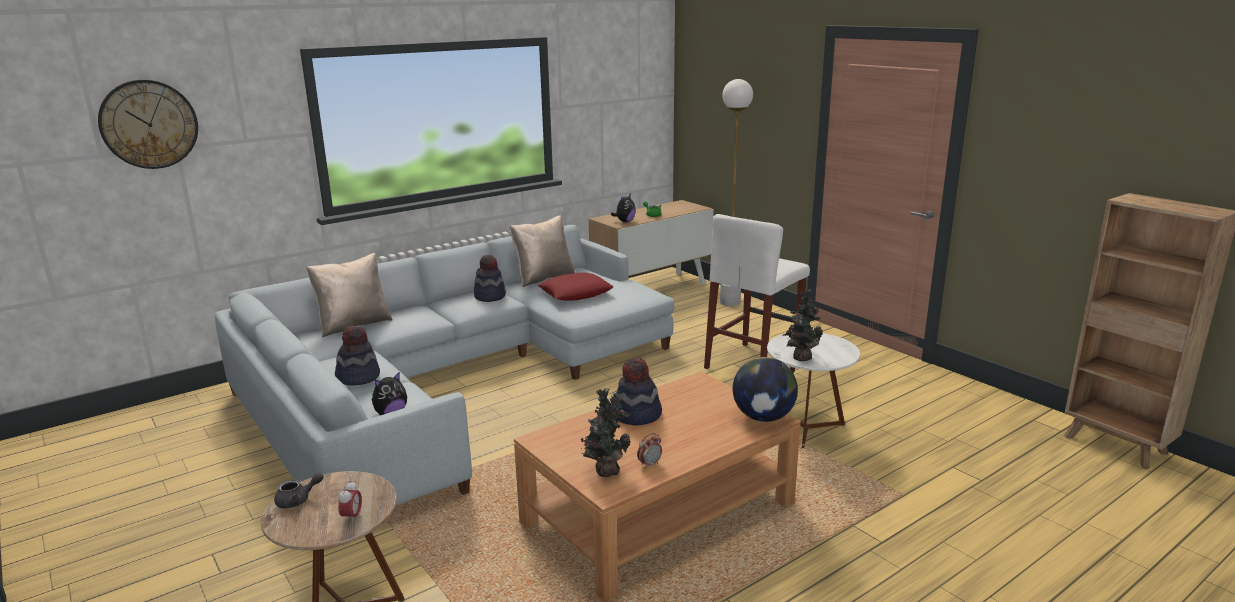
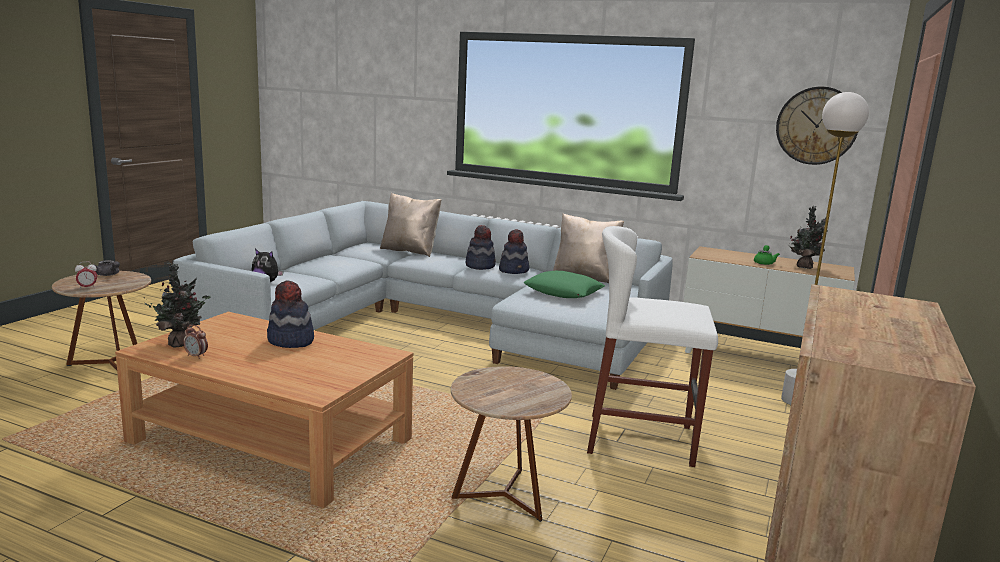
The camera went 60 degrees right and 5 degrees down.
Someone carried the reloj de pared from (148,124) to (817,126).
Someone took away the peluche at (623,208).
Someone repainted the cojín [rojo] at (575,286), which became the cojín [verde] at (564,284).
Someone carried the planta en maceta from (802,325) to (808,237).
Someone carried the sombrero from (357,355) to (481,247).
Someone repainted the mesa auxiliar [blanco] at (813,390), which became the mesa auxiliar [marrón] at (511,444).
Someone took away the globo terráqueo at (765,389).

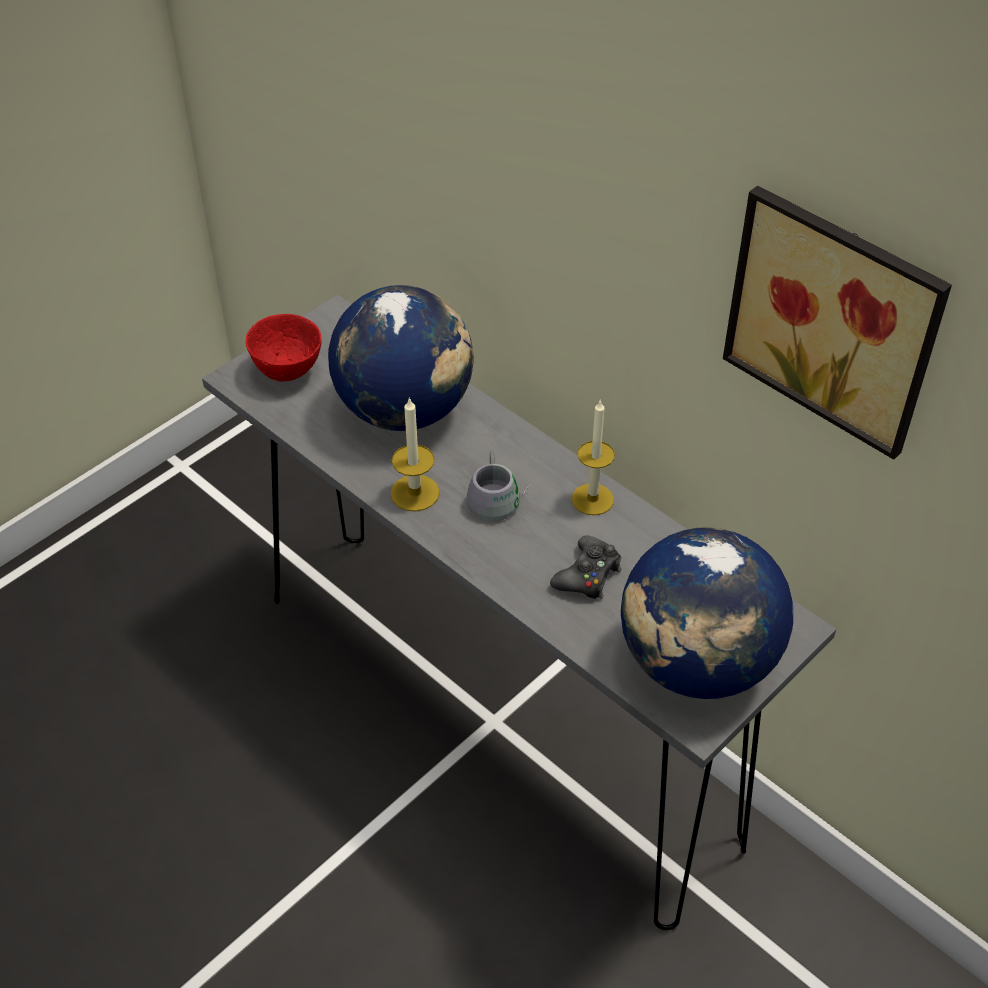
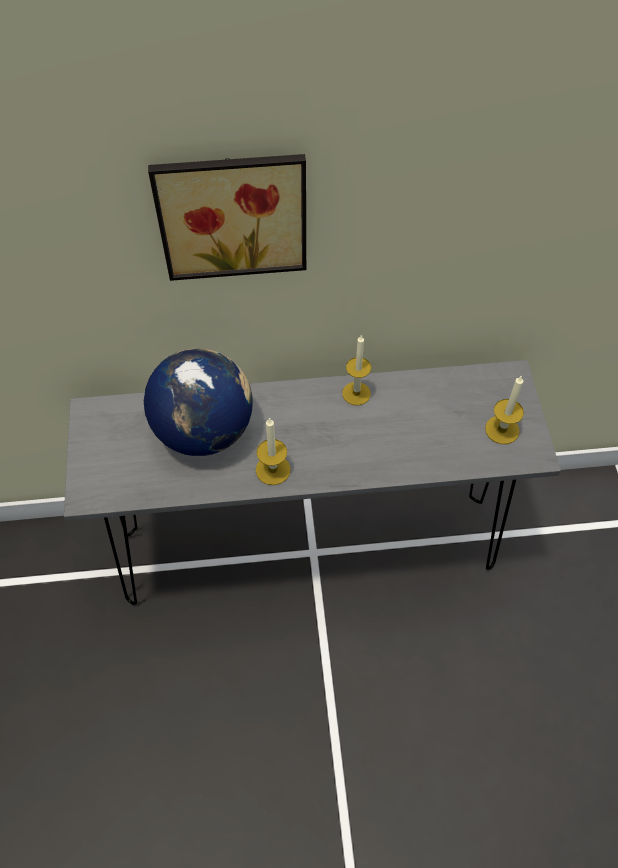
The camera went 50 degrees left and 10 degrees up.
Someone carried the cuadro from (837,323) to (227,217).
Someone took away the cuenco [rojo] at (284,347).
Someone took away the taza grande [gris] at (498,486).
Someone swapped the globo terráqueo at (707,613) for the vela at (504,409).
Someone took away the mando de consola [negro] at (585,567).

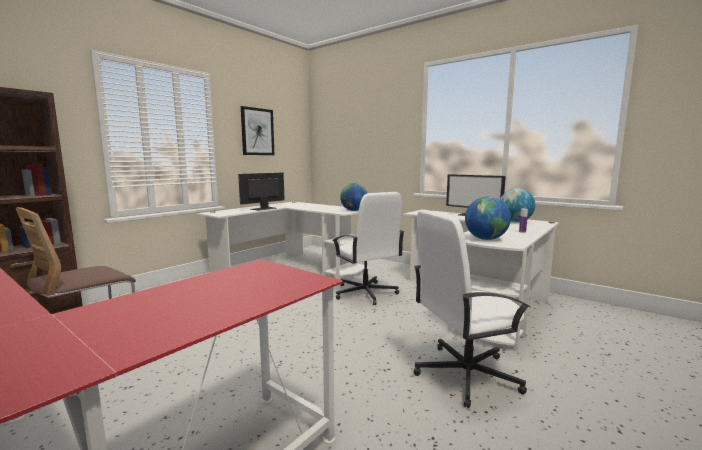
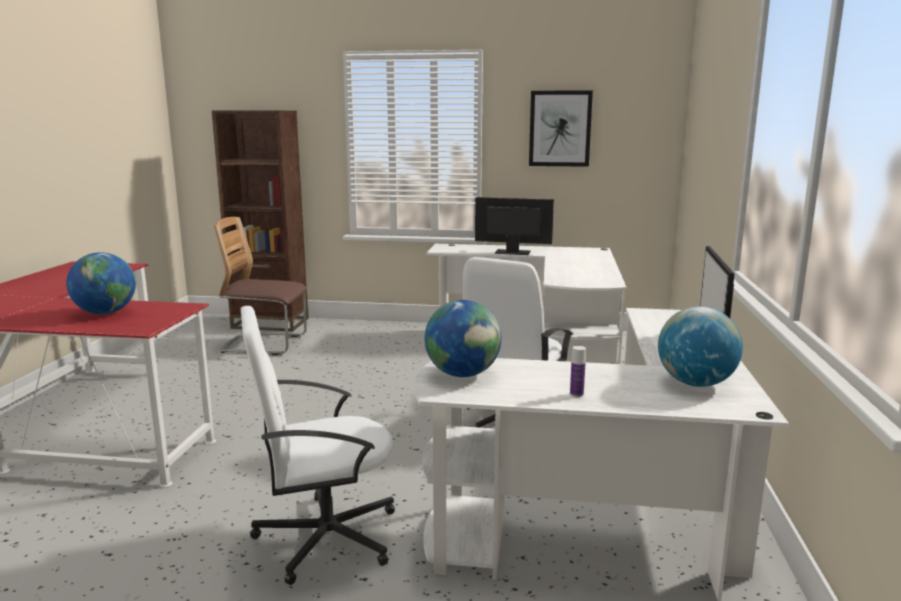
The camera went 60 degrees right and 5 degrees up.
Someone carried the globo terráqueo from (353,197) to (101,283).
Someone rotated the silla de oficina [blanco] at (472,309) by 60 degrees counterclockwise.

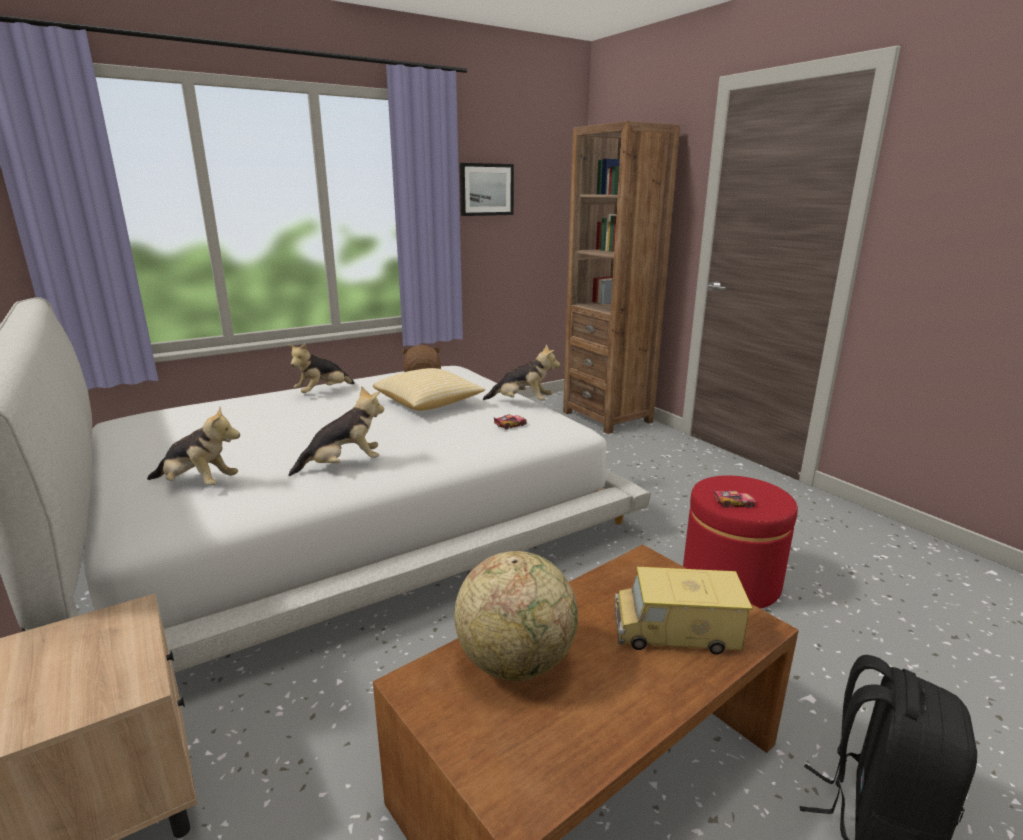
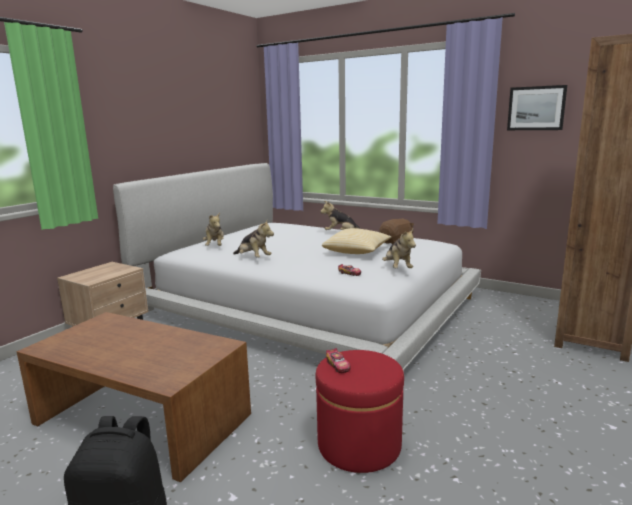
The camera went 65 degrees right and 5 degrees down.
Someone took away the globo terráqueo at (516,616).
Someone took away the camión de juguete at (683,611).

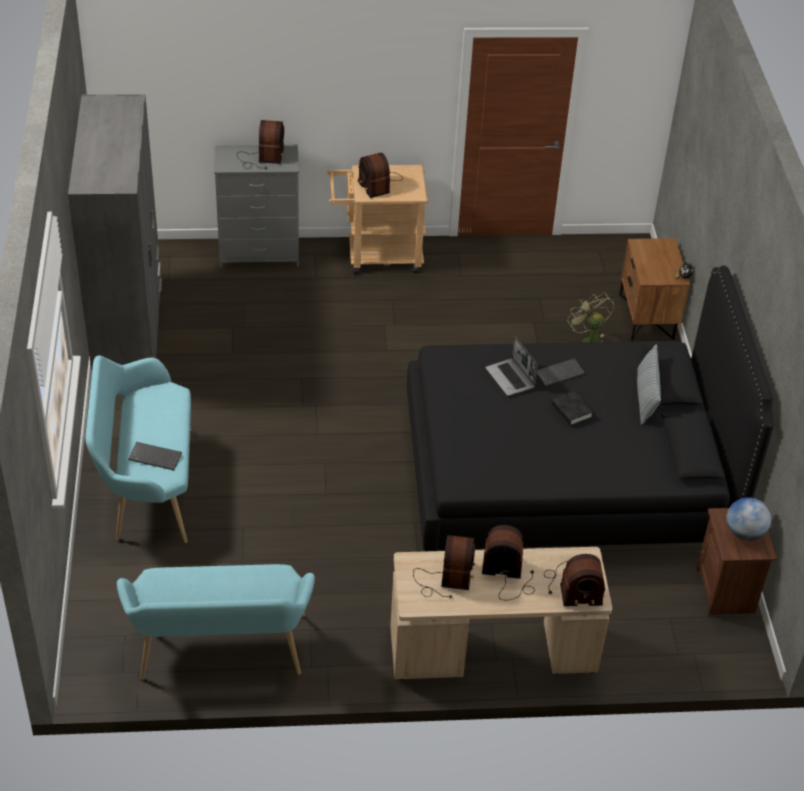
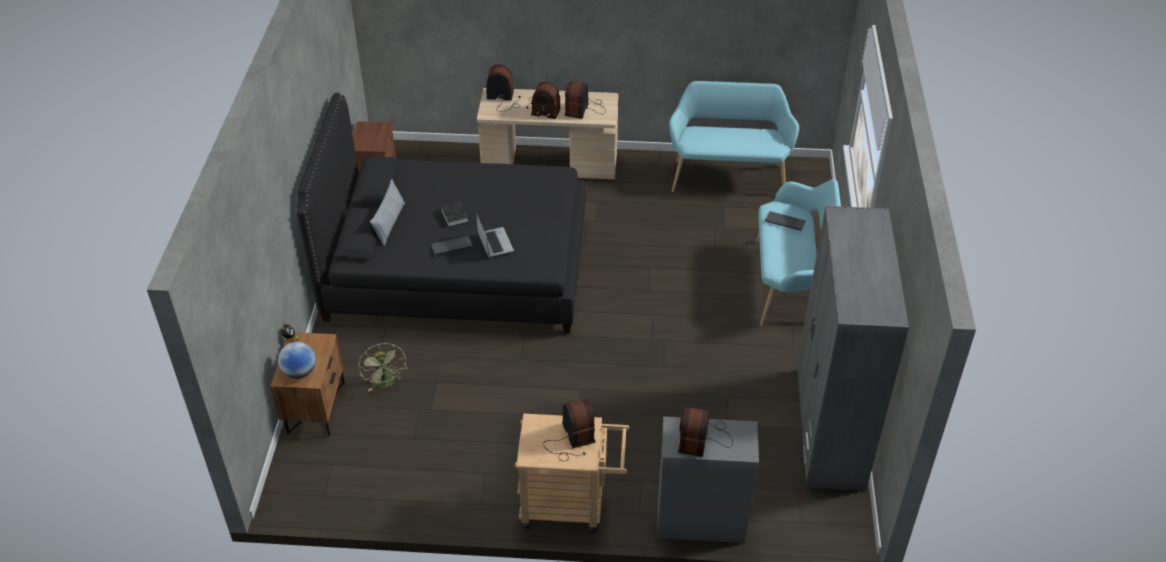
The camera went 170 degrees left and 0 degrees up.
Someone carried the globo terráqueo from (748,519) to (297,360).

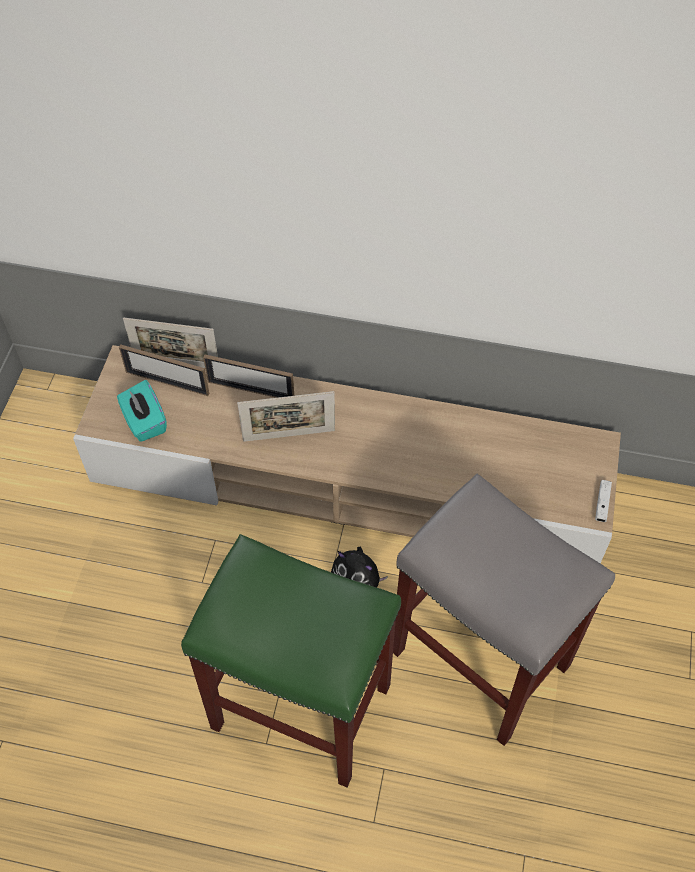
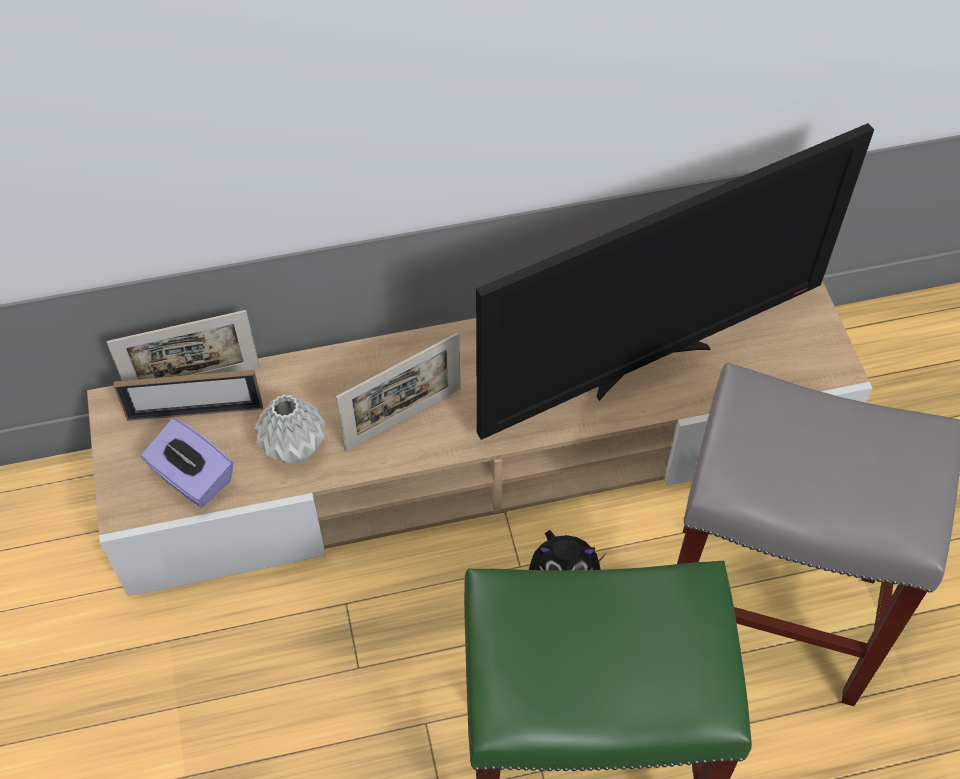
The camera went 25 degrees left and 0 degrees up.
Someone took away the portarretratos at (248,376).
Someone repainted the caja de pañuelos [turquesa] at (142,411), which became the caja de pañuelos [morado] at (187,463).
Someone took away the mando de consola [blanco] at (603,501).
Someone put down the televisor at (675,281).
Someone put down the florero [gris] at (289,429).

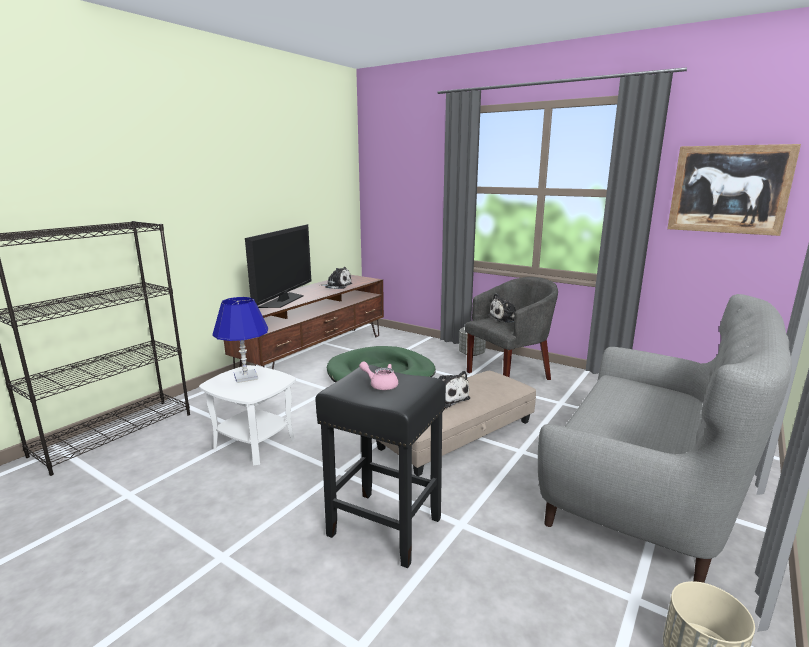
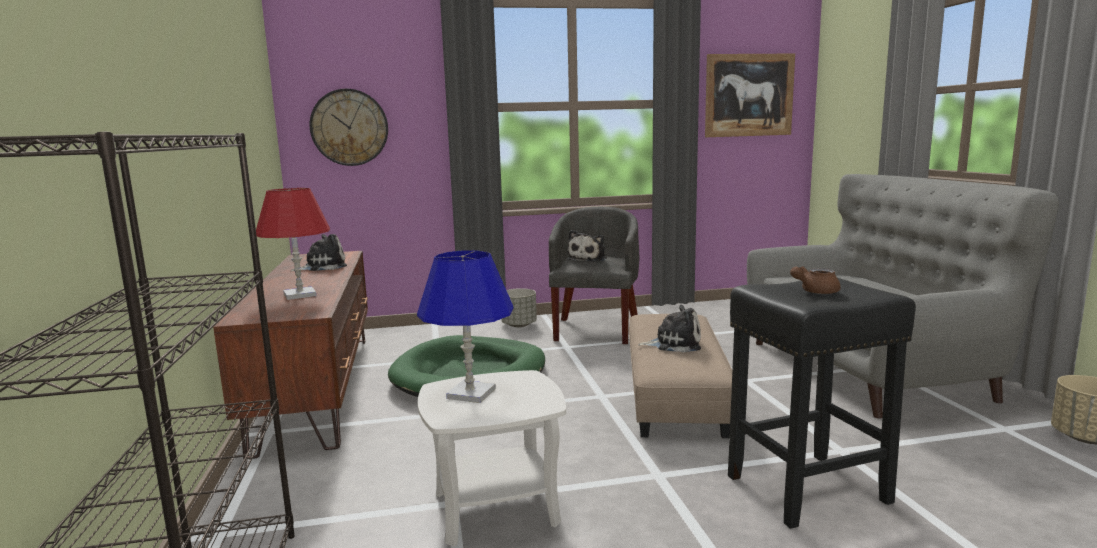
The camera went 45 degrees left and 5 degrees down.
Someone swapped the televisor at (278,266) for the lámpara de mesa [rojo] at (293,244).
Someone repainted the tetera [rosa] at (378,375), which became the tetera [marrón] at (815,280).
Someone put up the reloj de pared at (348,127).

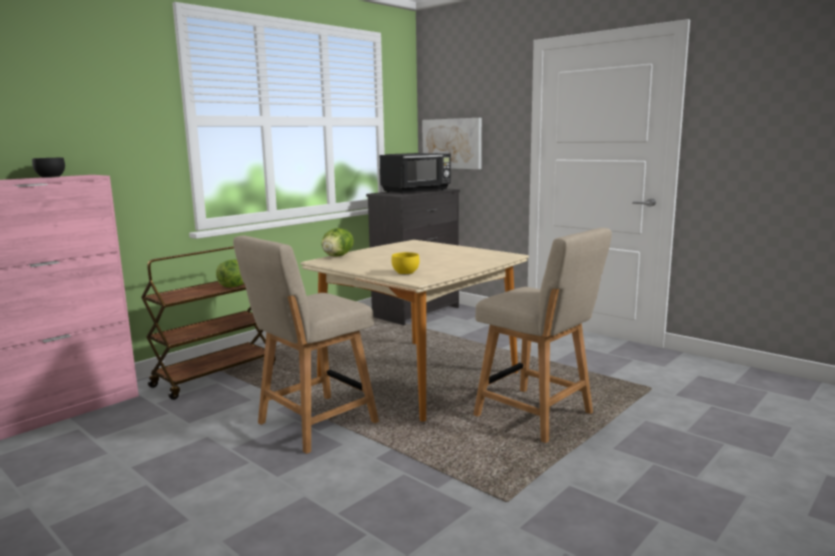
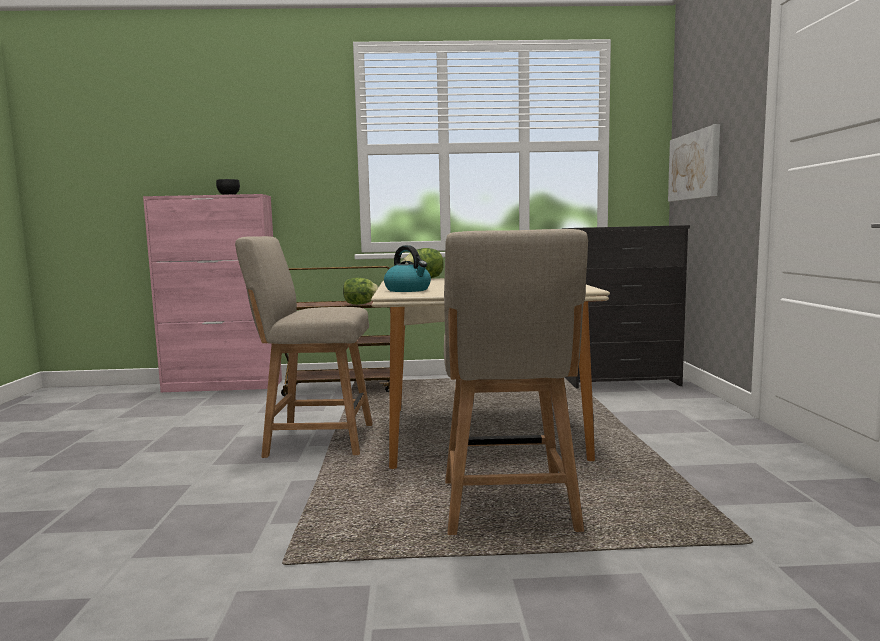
The camera went 45 degrees right and 5 degrees down.
Someone took away the microondas [negro] at (415,173).
Someone swapped the cuenco [amarillo] at (405,263) for the hervidor at (407,268).

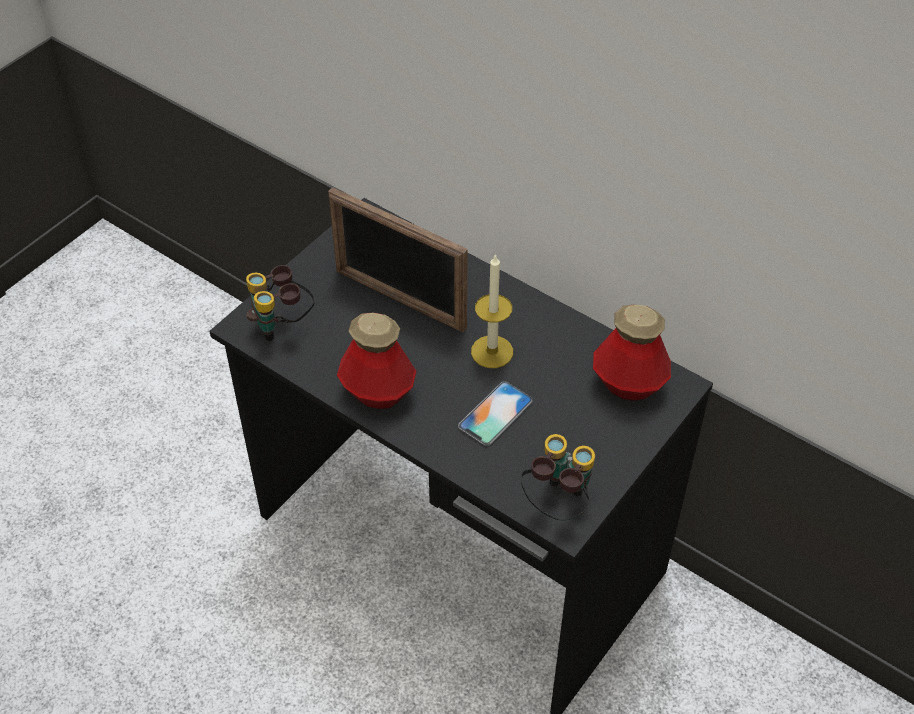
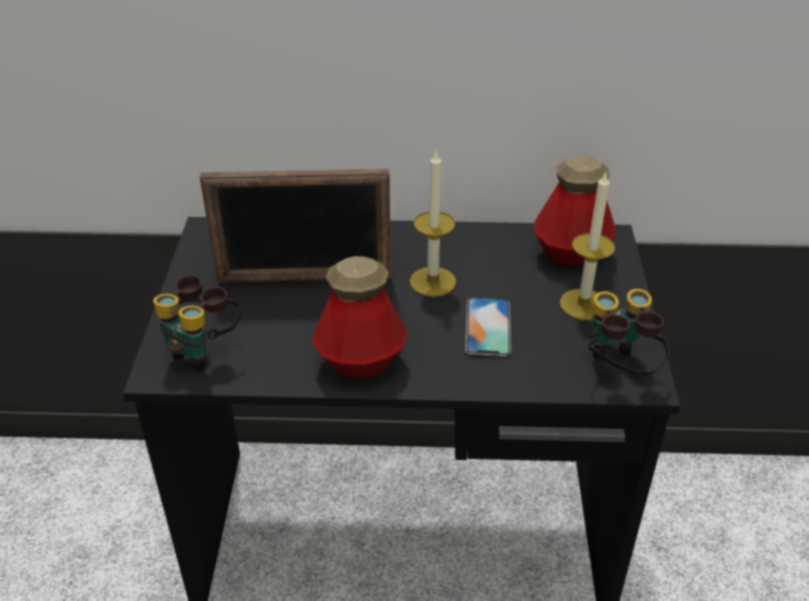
The camera went 35 degrees left and 10 degrees down.
Someone put down the vela at (587,245).

